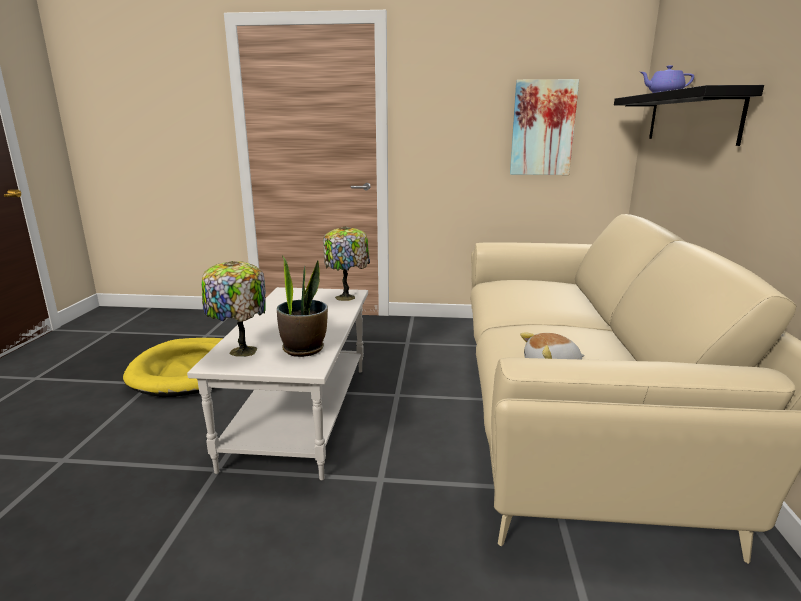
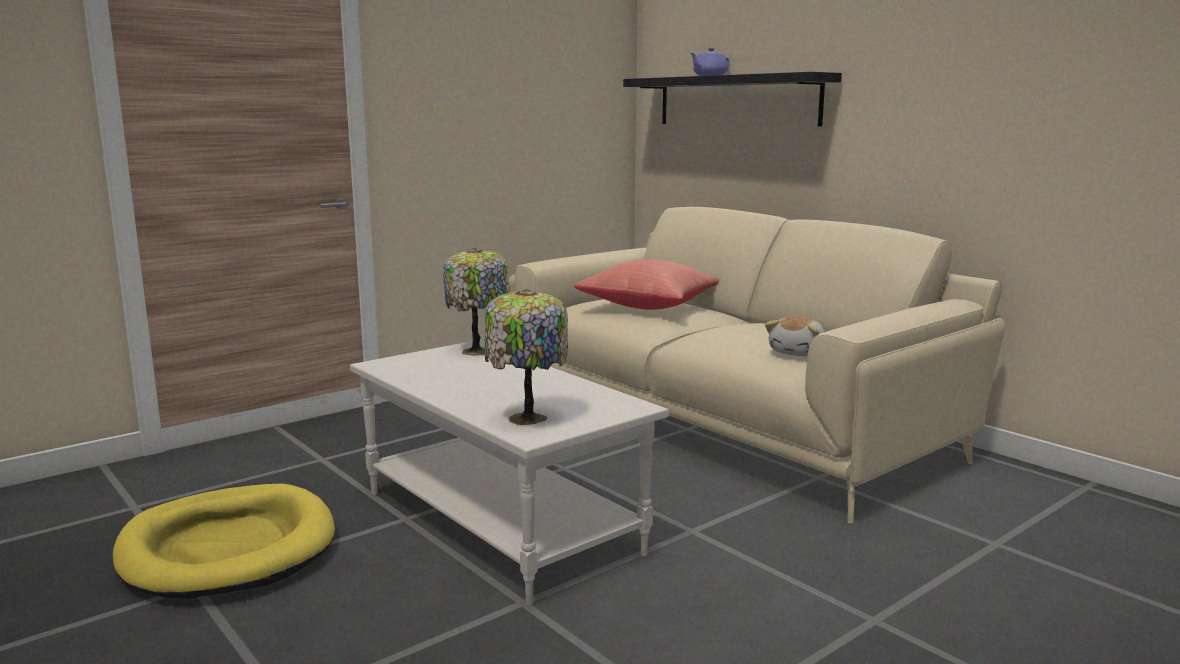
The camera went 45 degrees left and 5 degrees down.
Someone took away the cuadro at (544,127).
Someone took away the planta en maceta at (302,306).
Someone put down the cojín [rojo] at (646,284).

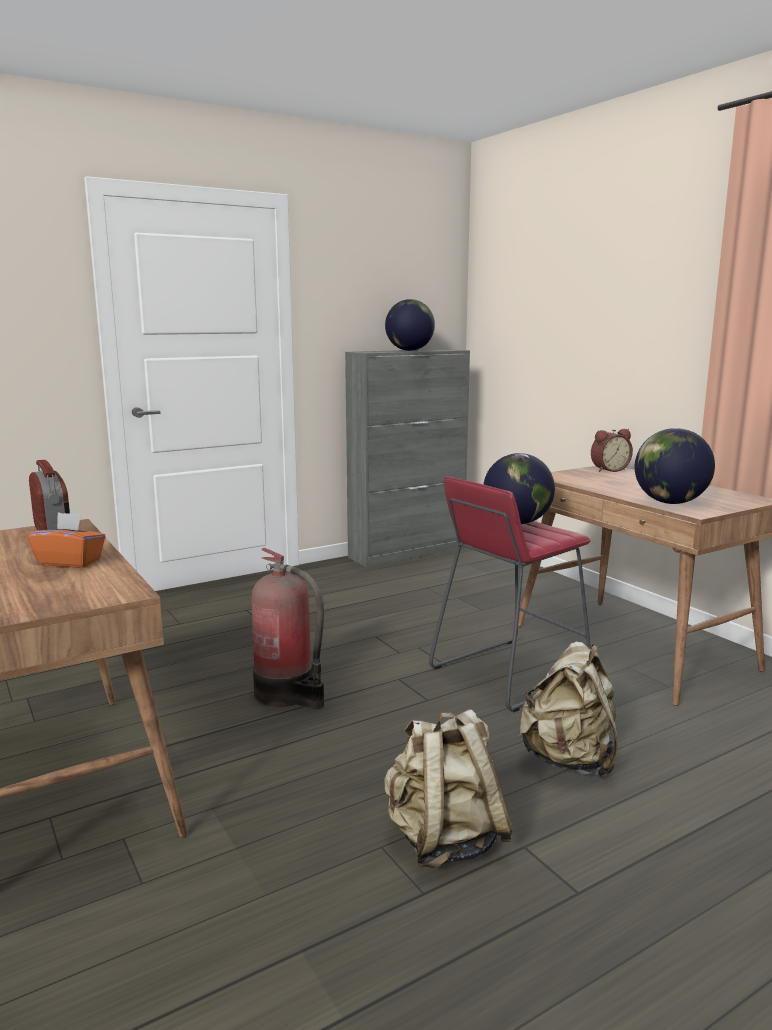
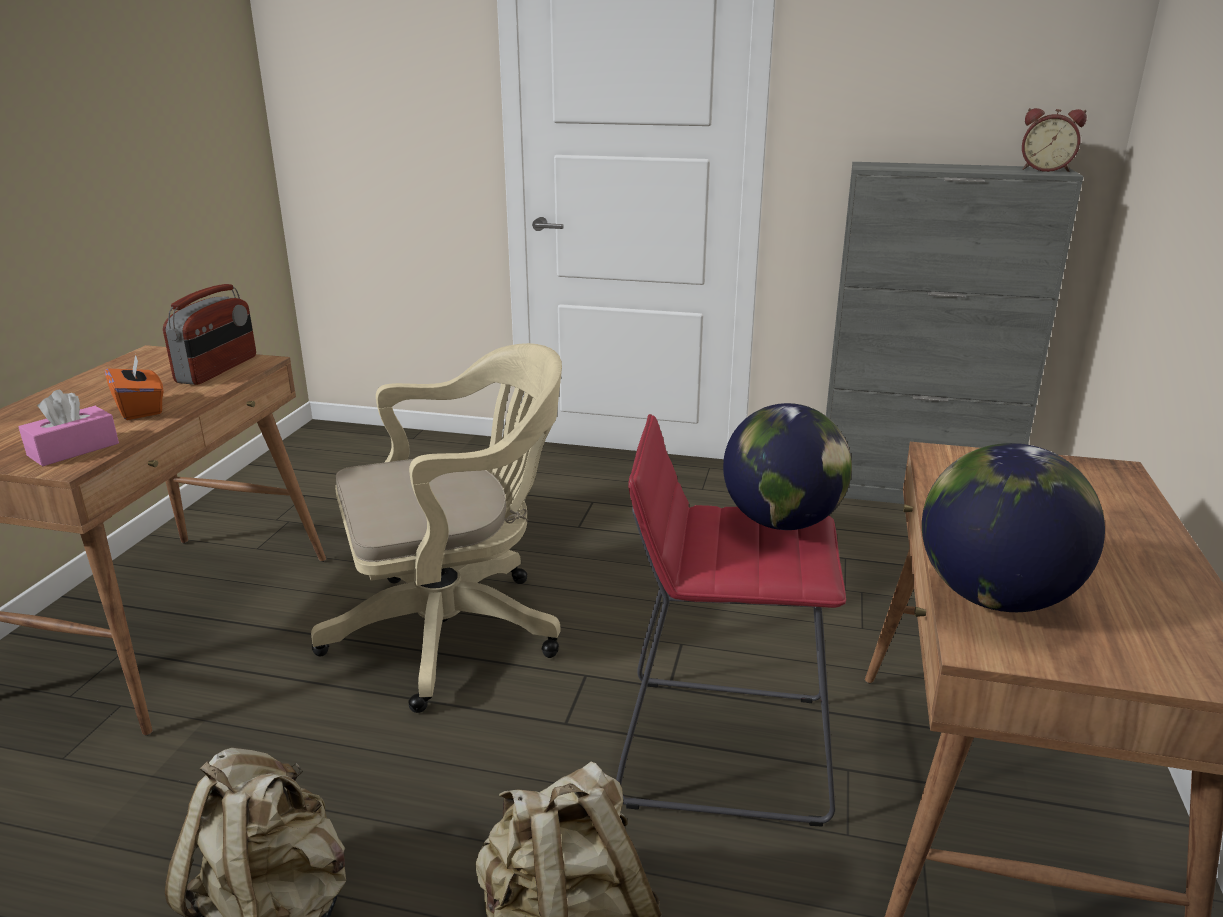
The camera went 45 degrees right and 10 degrees up.
Someone took away the globo terráqueo at (410,325).
Someone carried the despertador from (612,450) to (1054,140).
Someone swapped the extintor at (288,628) for the silla de oficina [beis] at (436,528).
Someone put down the caja de pañuelos [rosa] at (69,427).

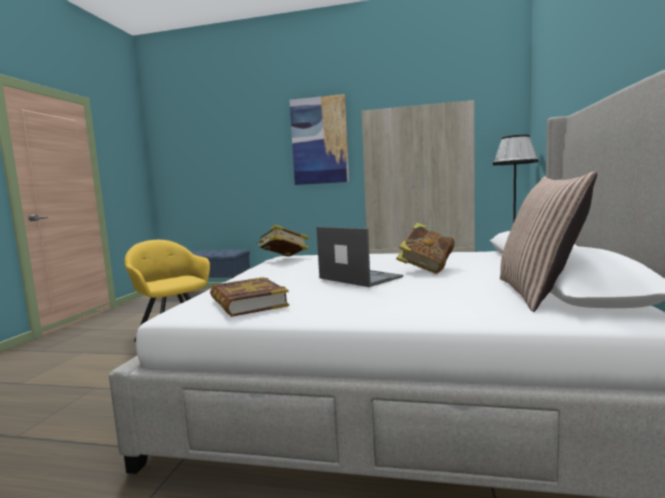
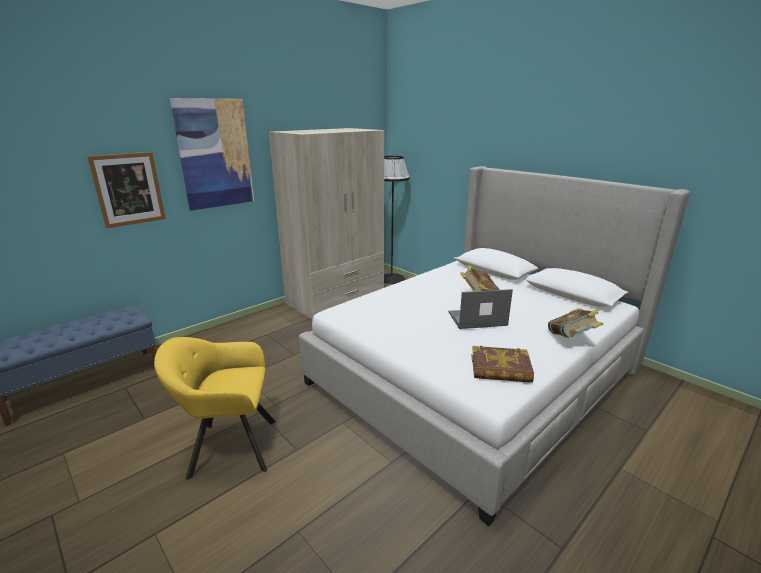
The camera went 55 degrees left and 15 degrees up.
Someone took away the cojín at (548,242).
Someone carried the libro from (283,241) to (575,323).
Someone put up the cuadro at (126,190).

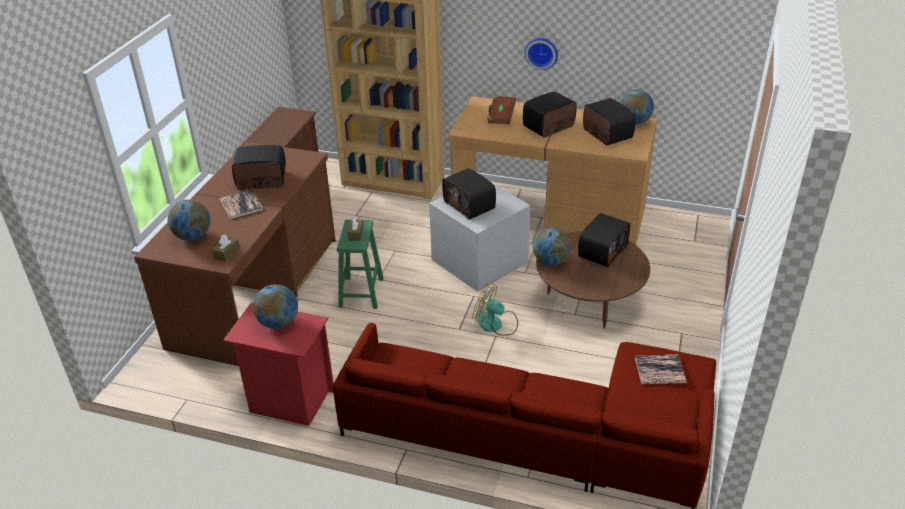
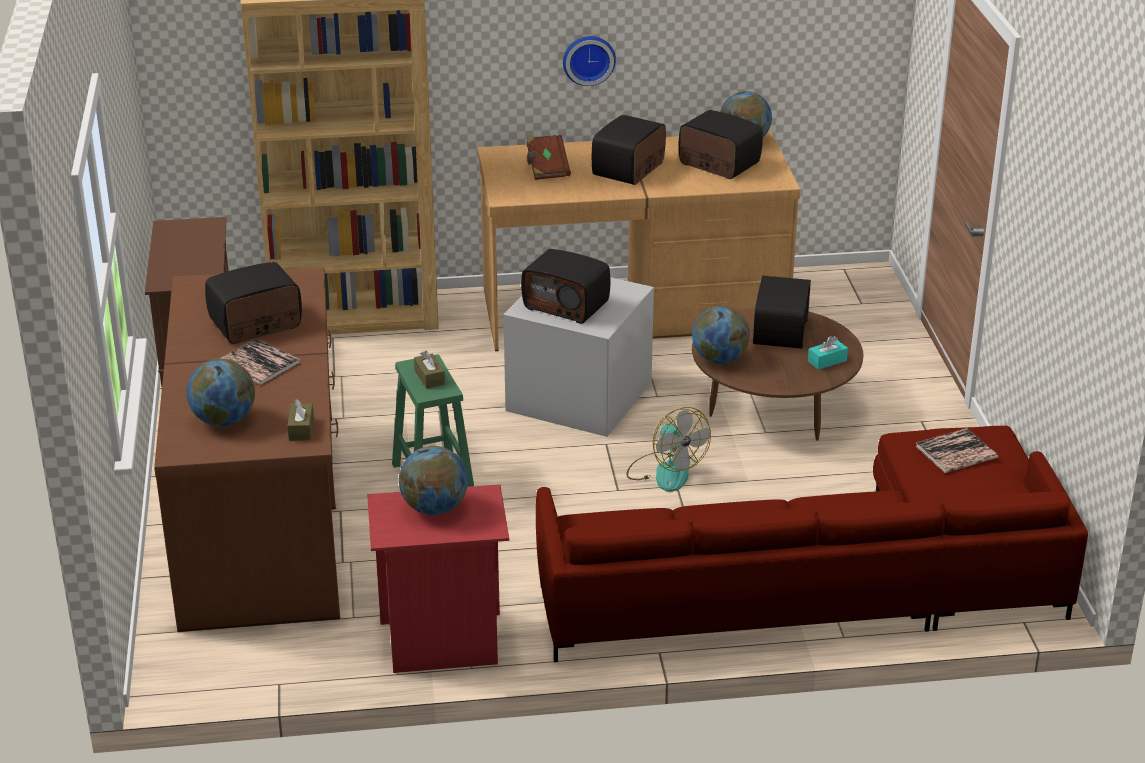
The camera went 25 degrees left and 5 degrees down.
Someone rotated the ventilador at (495,309) by 120 degrees counterclockwise.
Someone put down the caja de pañuelos [turquesa] at (828,353).

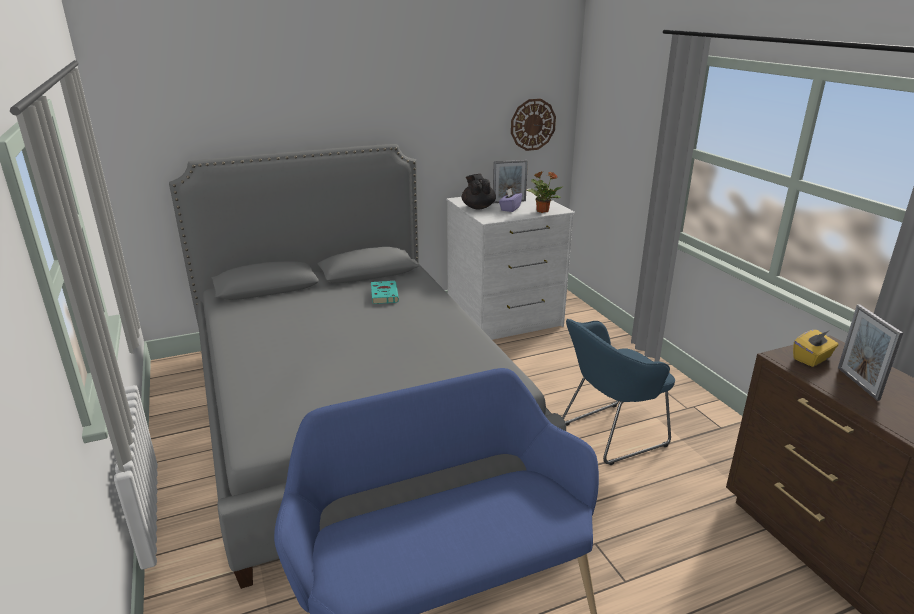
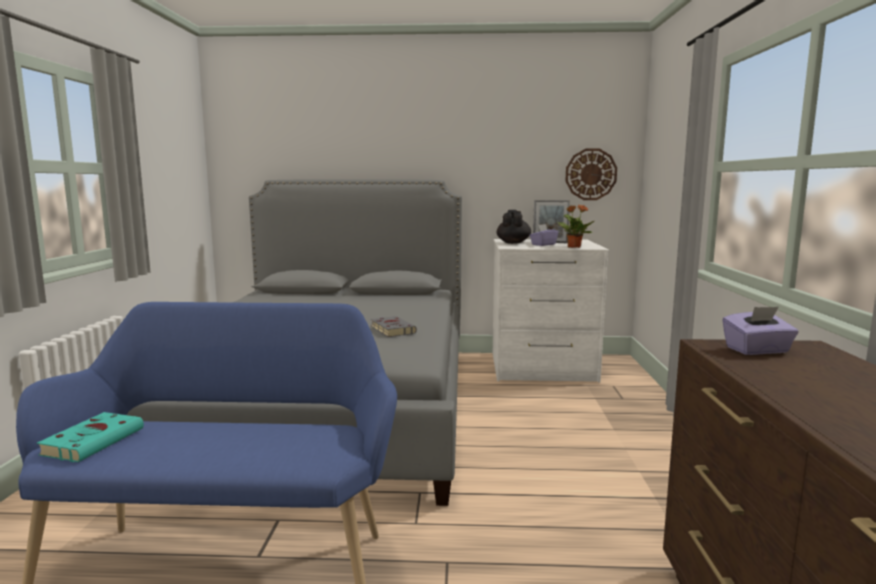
The camera went 25 degrees right and 15 degrees down.
Someone carried the libro [turquesa] from (385,292) to (90,437).
Someone took away the portarretratos at (870,352).
Someone took away the sillón [azul] at (618,392).
Someone repainted the caja de pañuelos [amarillo] at (816,348), which became the caja de pañuelos [morado] at (760,331).
Someone put down the libro [gris] at (394,326).

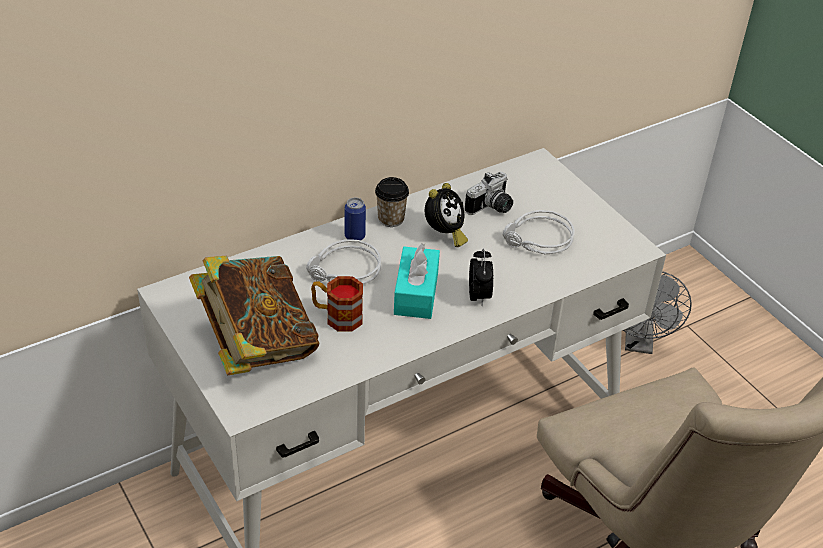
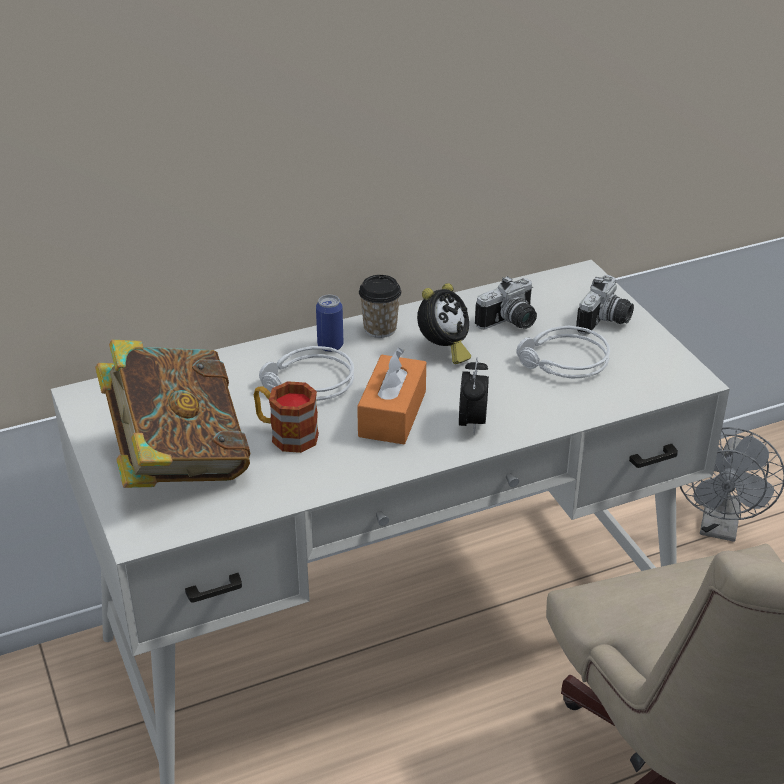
The camera went 10 degrees right and 5 degrees down.
Someone repainted the caja de pañuelos [turquesa] at (417,281), which became the caja de pañuelos [naranja] at (391,396).
Someone put down the cámara at (605,305).

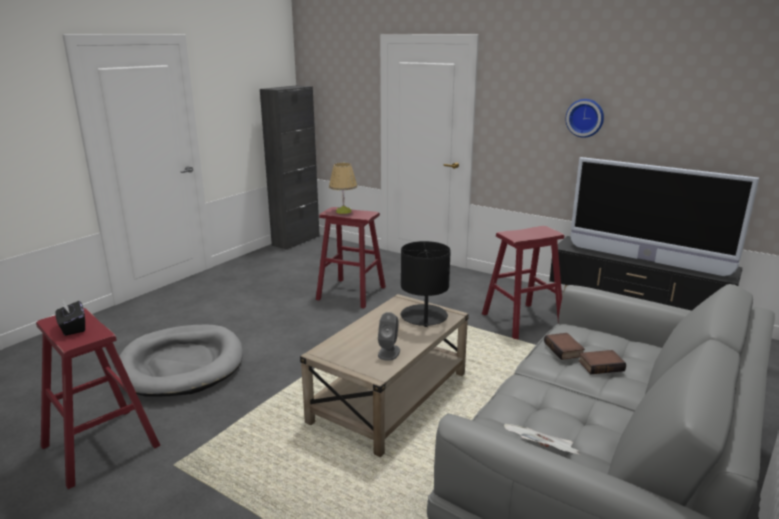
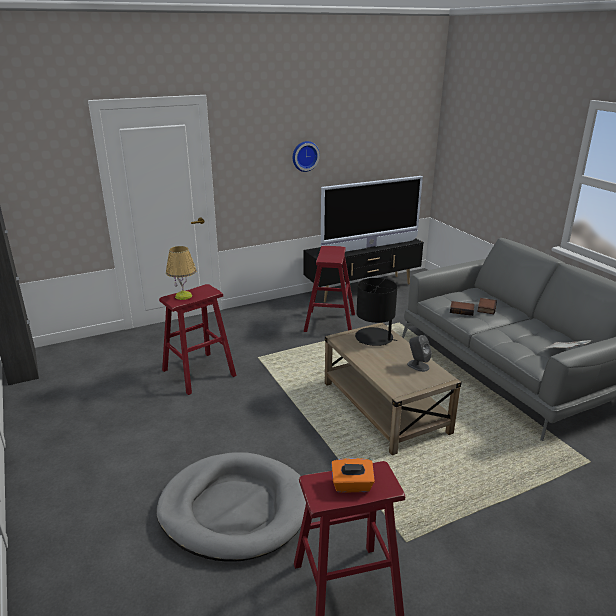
The camera went 60 degrees left and 5 degrees up.
Someone repainted the caja de pañuelos [negro] at (70,318), which became the caja de pañuelos [naranja] at (353,475).

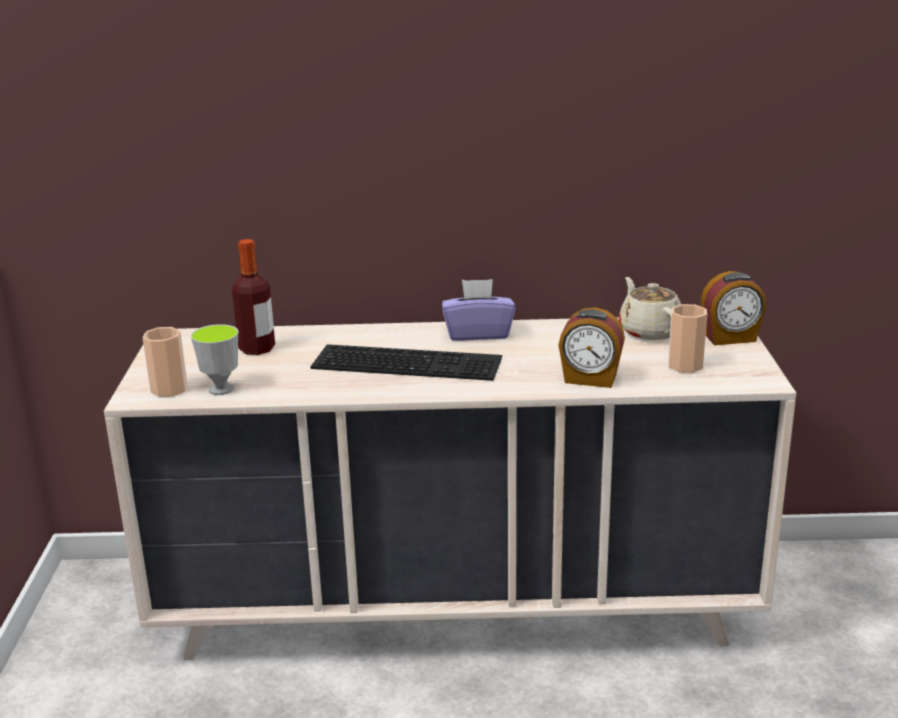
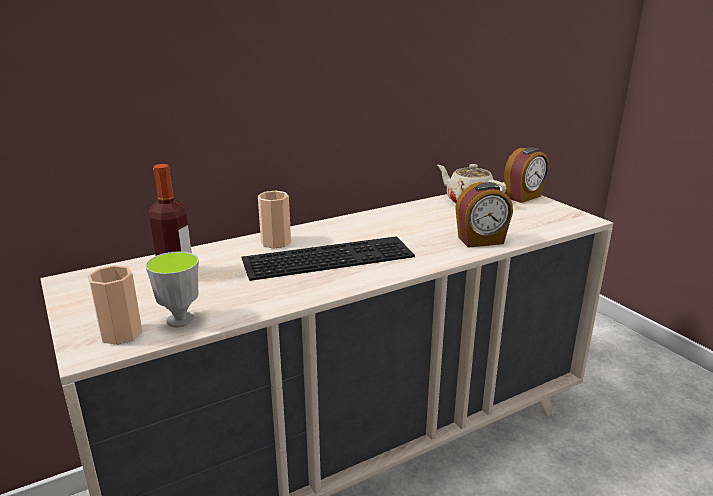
The camera went 30 degrees left and 0 degrees up.
Someone took away the caja de pañuelos [morado] at (479,310).
Someone carried the taza from (687,338) to (274,220).

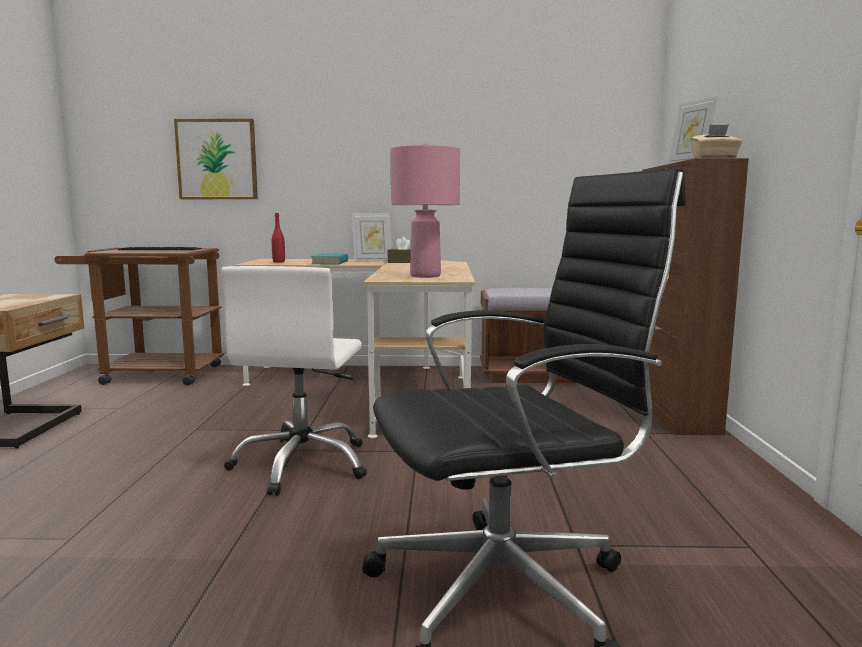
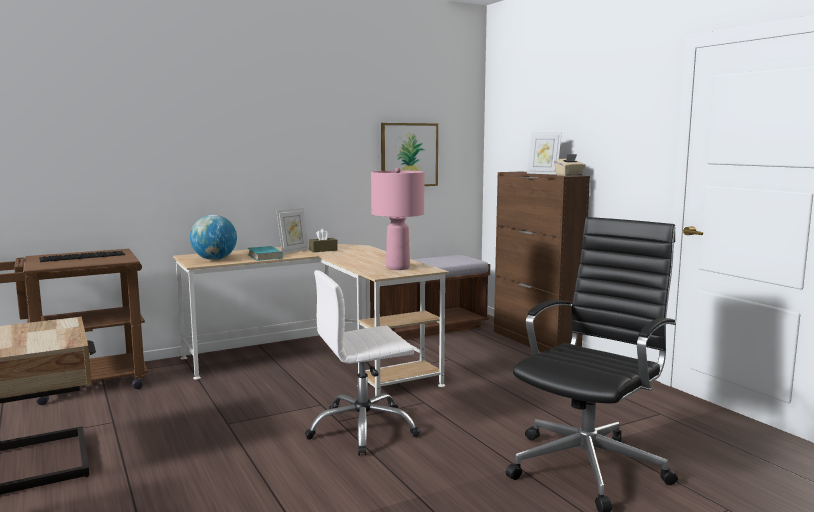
The camera went 30 degrees left and 0 degrees up.
Someone carried the cuadro from (216,159) to (409,154).
Someone swapped the botella [rojo] at (278,238) for the globo terráqueo at (213,237).
Someone rotated the silla de oficina [blanco] at (294,381) by 90 degrees clockwise.

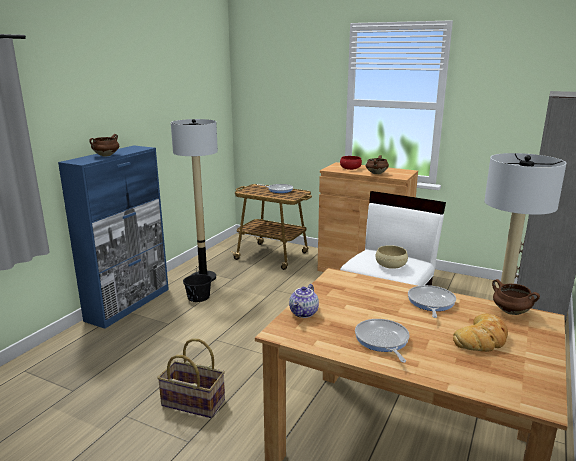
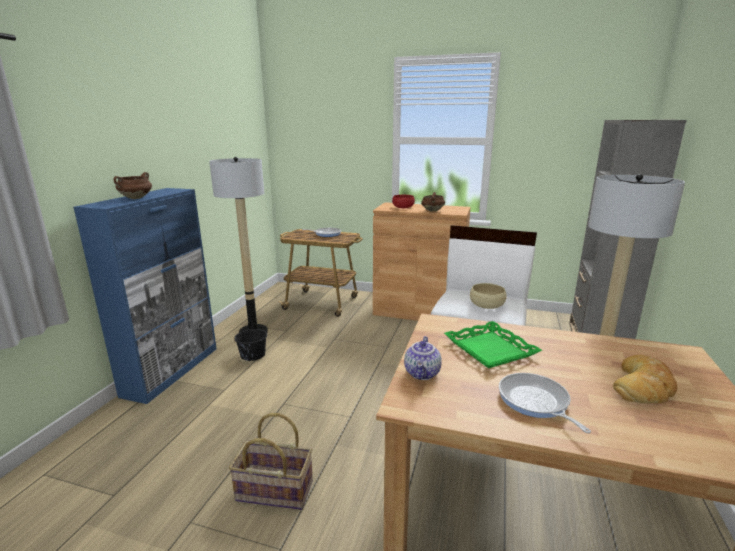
The camera went 10 degrees left and 0 degrees up.
Someone took away the olla [marrón] at (516,297).
Someone took away the sartén at (432,301).
Someone put down the bandeja [verde] at (493,344).

